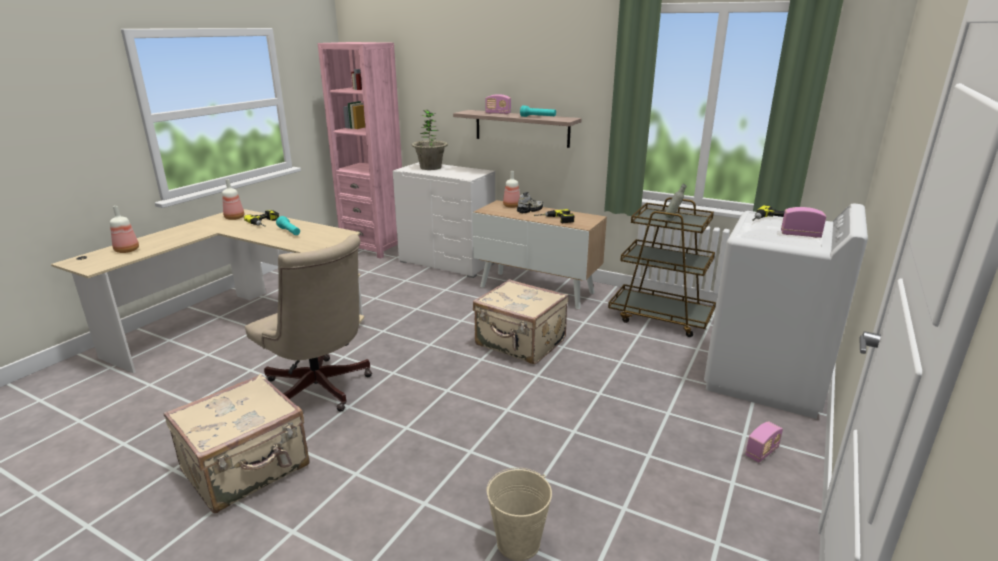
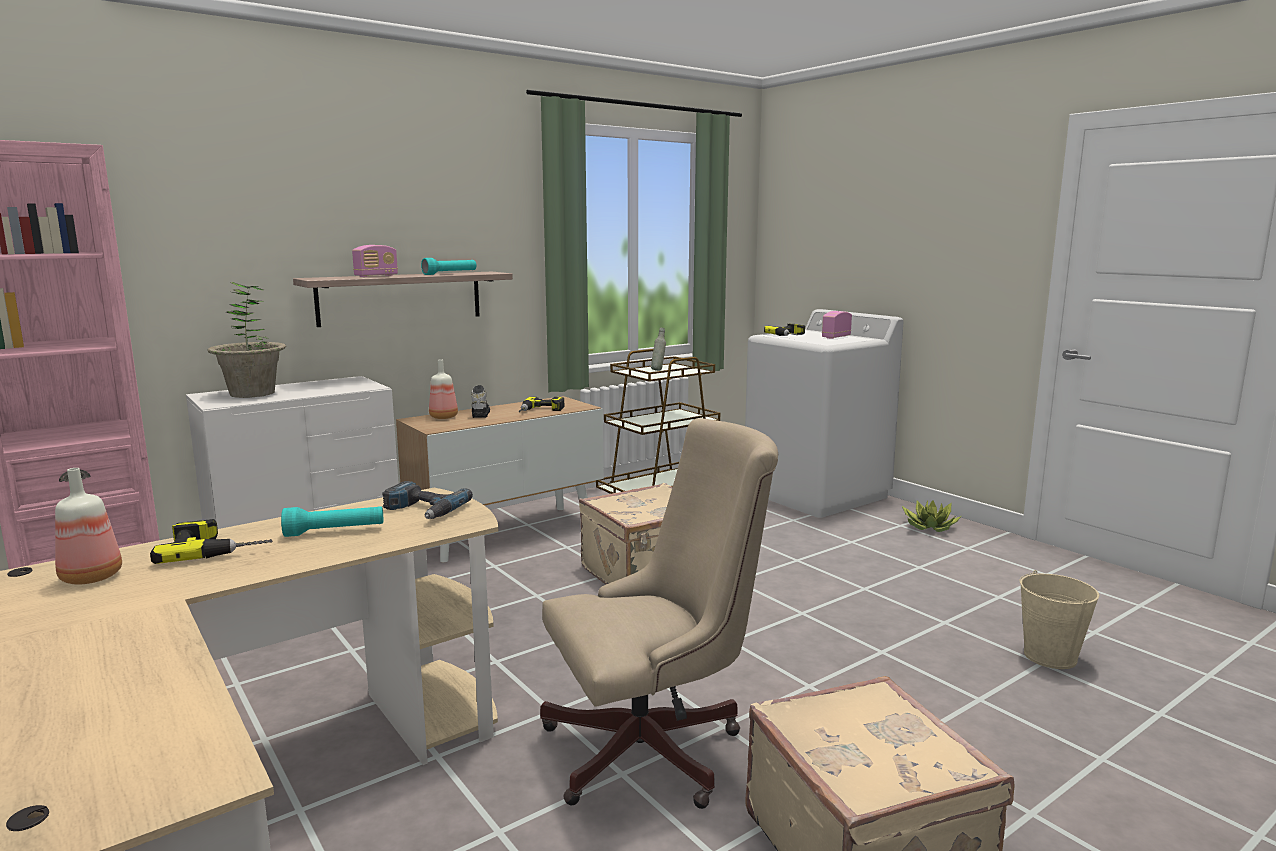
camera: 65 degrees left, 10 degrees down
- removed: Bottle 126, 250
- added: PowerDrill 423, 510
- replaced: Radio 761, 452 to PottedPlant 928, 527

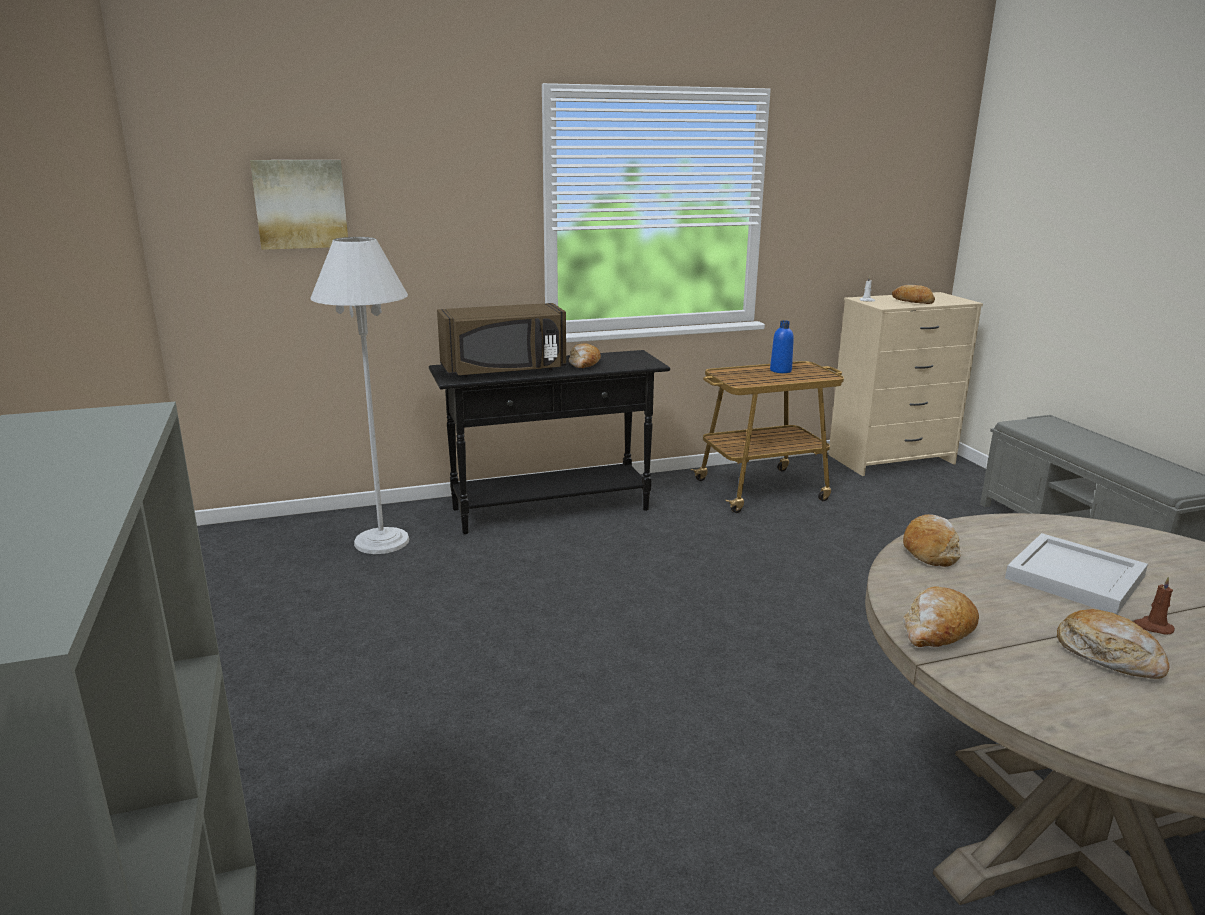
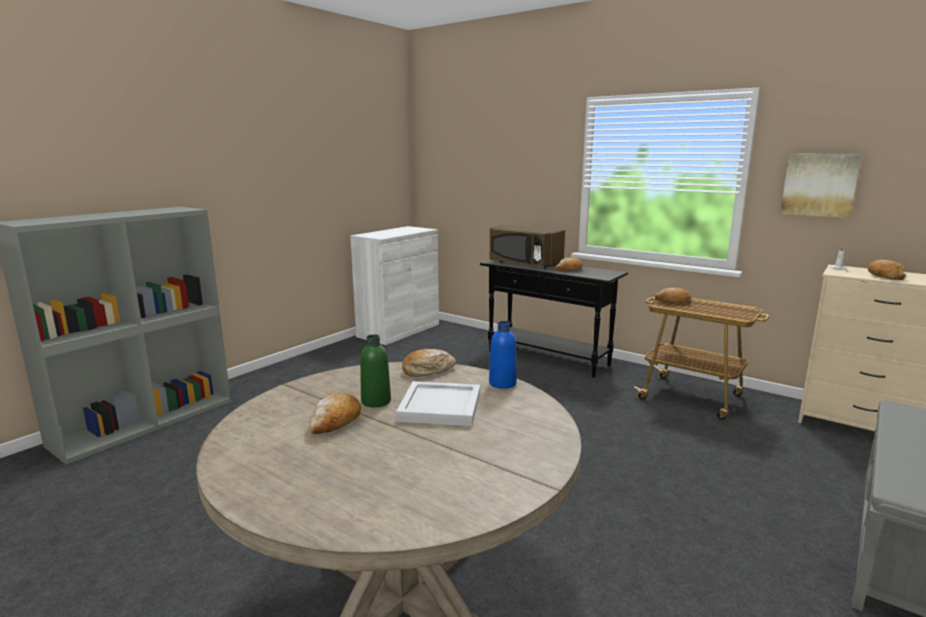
camera: 55 degrees right, 5 degrees down
- removed: WhiteFloorLamp 382, 541
- removed: BrownCandle 1152, 627
- added: WhiteCabinet 398, 330
- added: GreenBottle 376, 401
- moved: Picture 300, 204 to 819, 184
- moved: BlueBottle 780, 370 to 502, 383
- moved: Bread 937, 631 to 673, 301

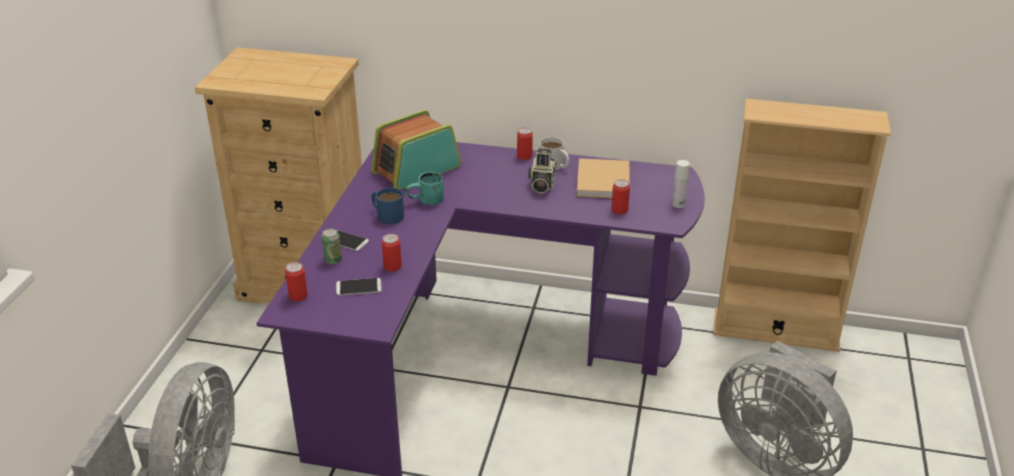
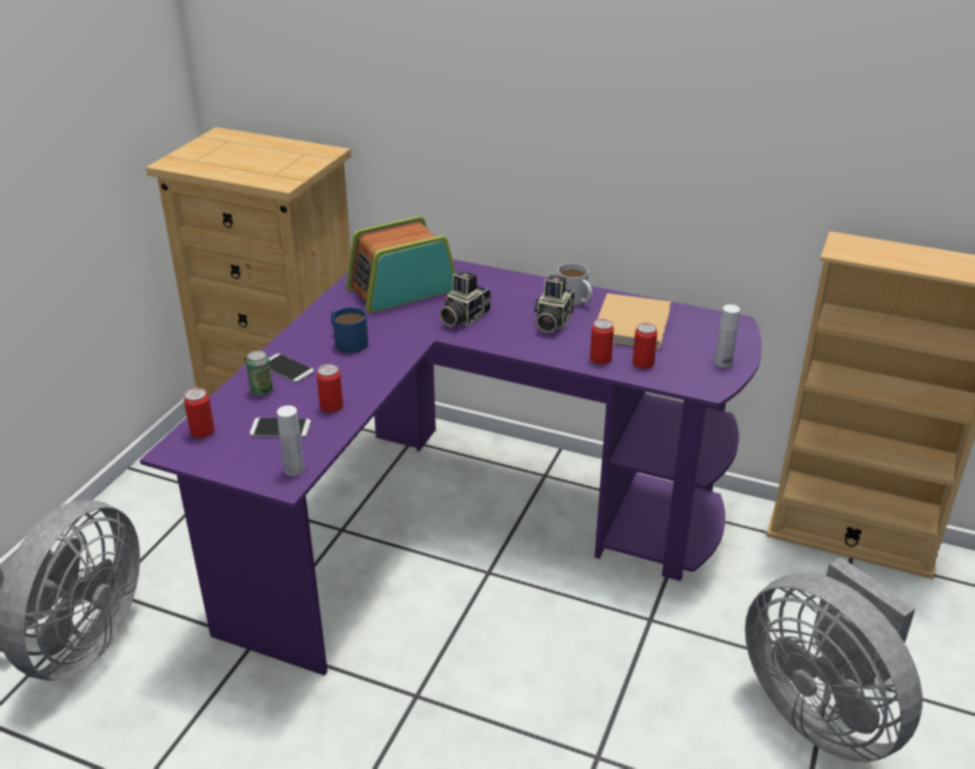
camera: 10 degrees right, 0 degrees up
- removed: TurquoiseMug 427, 202
- added: WhiteBottle 294, 469
- added: PhotoCamera 463, 317
- moved: Can 524, 156 to 600, 359

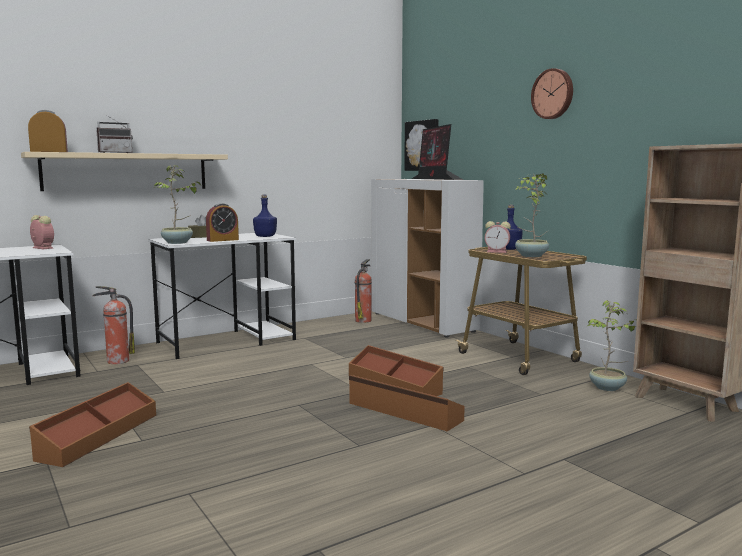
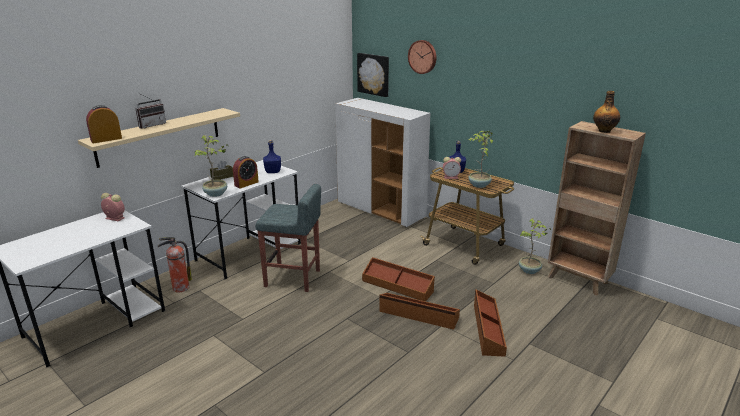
camera: 15 degrees left, 15 degrees up
- removed: FireExtinguisher 363, 320
- removed: Monitor 436, 179
- added: GreyStool 293, 278
- added: Bottle 604, 131
- moved: BrownStorageBox 98, 436 to 487, 329
- moved: WallClock 553, 94 to 423, 56

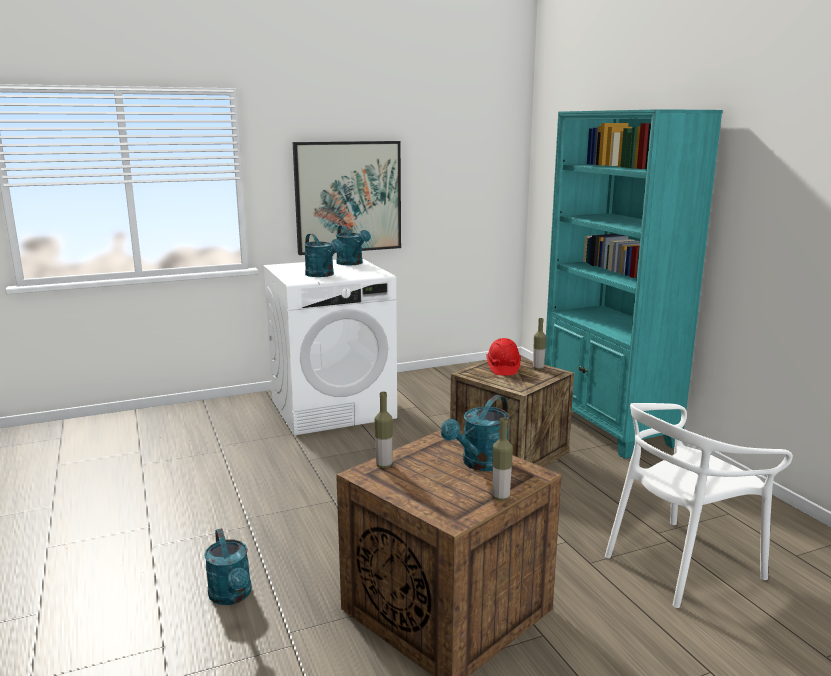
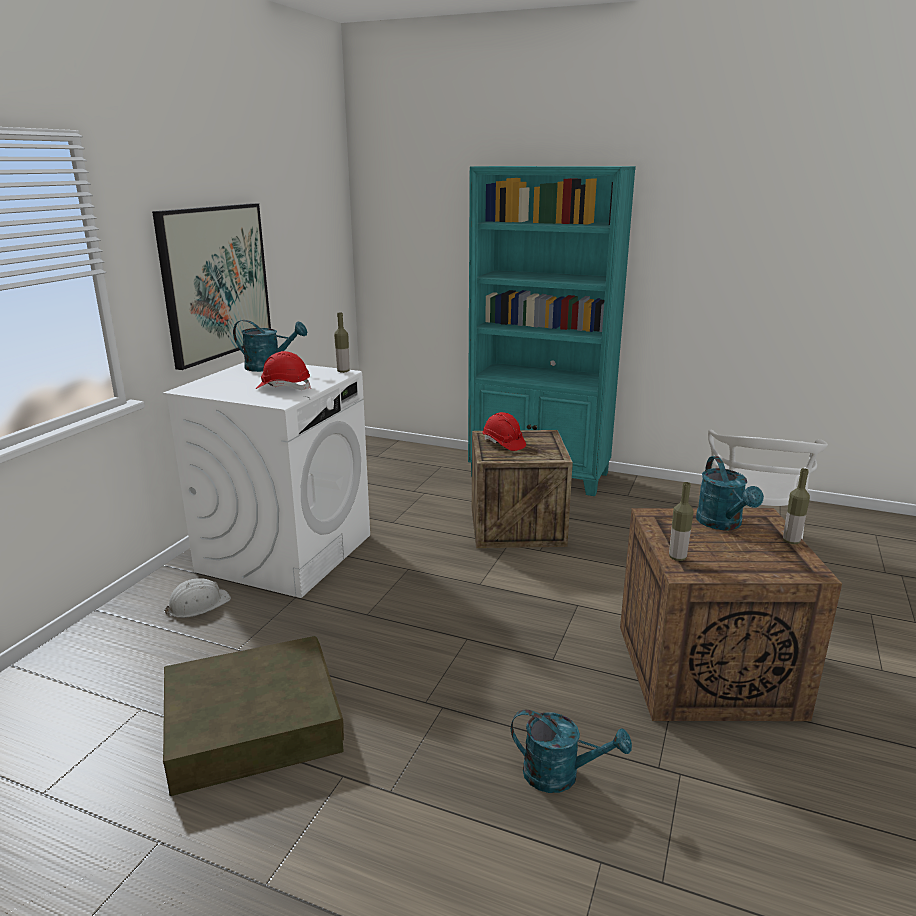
camera: 45 degrees left, 5 degrees up
- added: BrownStorageBox 252, 723
- added: WhiteHardHat 198, 604
- moved: Bottle 538, 368 to 343, 371
- replaced: TurquoiseWateringCan 322, 275 to RedHardHat 284, 387

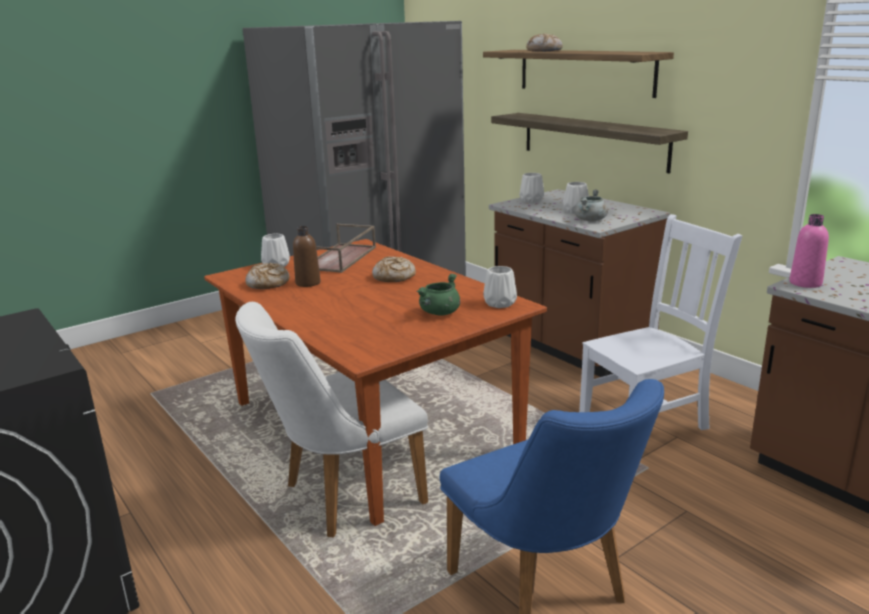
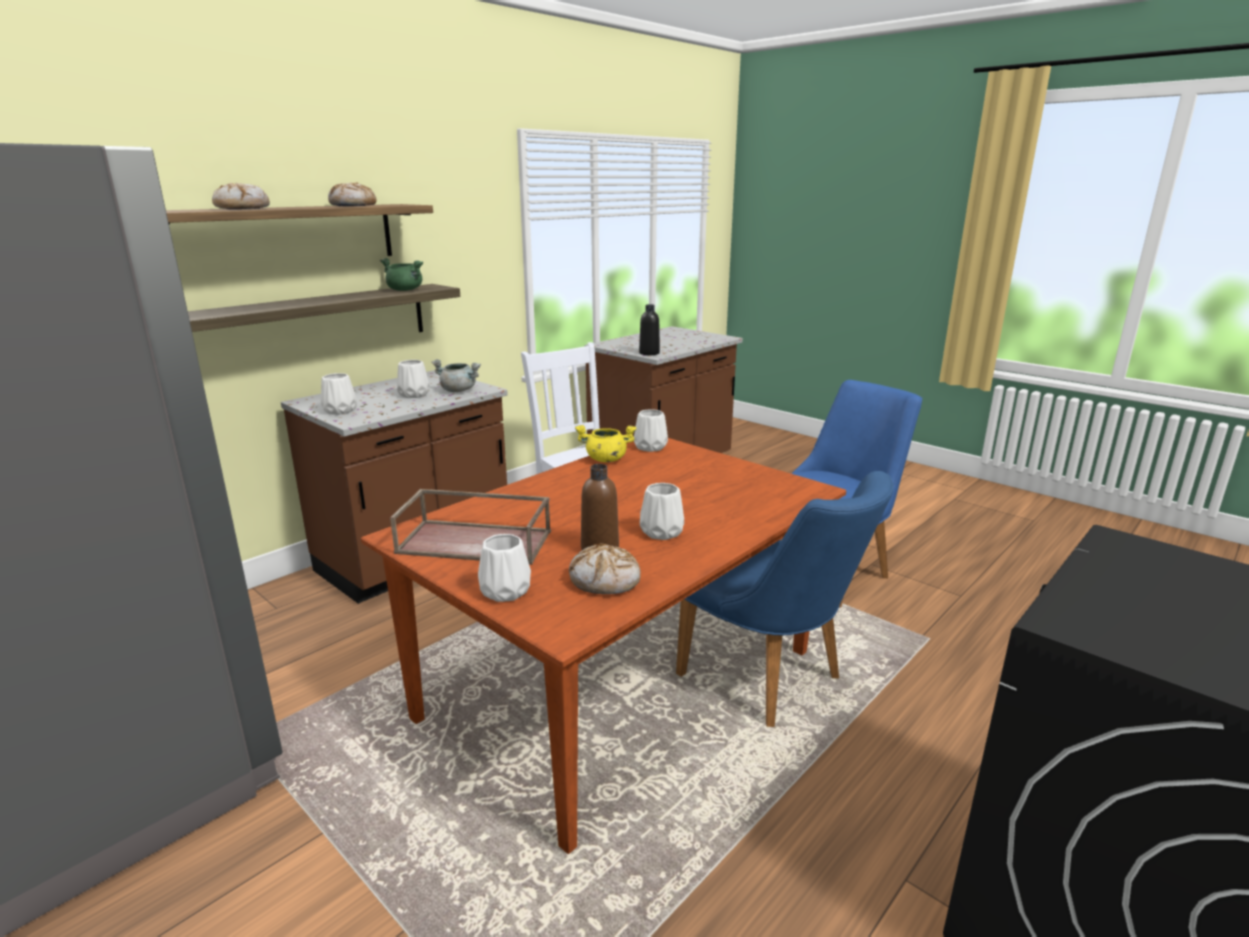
camera: 100 degrees left, 0 degrees up
- added: YellowCookingPot 605, 459
- added: WhiteVase 662, 532
- moved: Bread 394, 277 to 353, 205
- moved: GreenCookingPot 440, 313 to 405, 290
- recoloured: WhiteChair 341, 497 to BlueChair 772, 682
- recoloured: PinkBottle 805, 283 to BlackBottle 649, 353

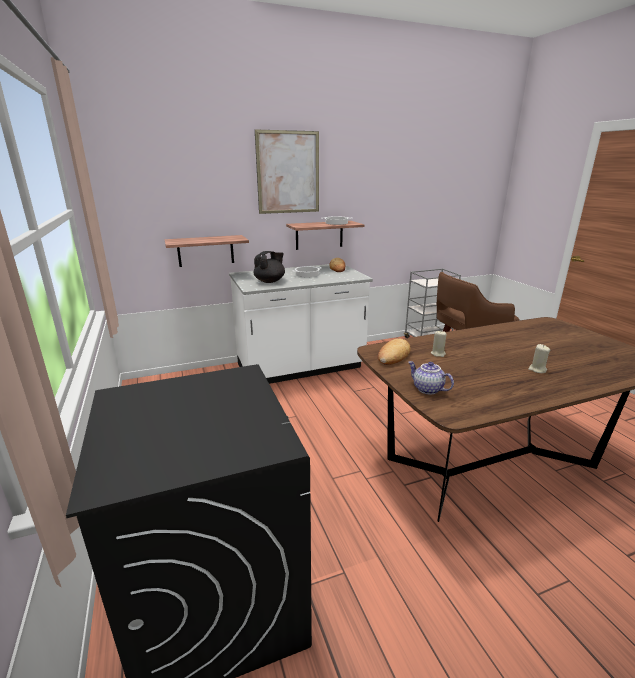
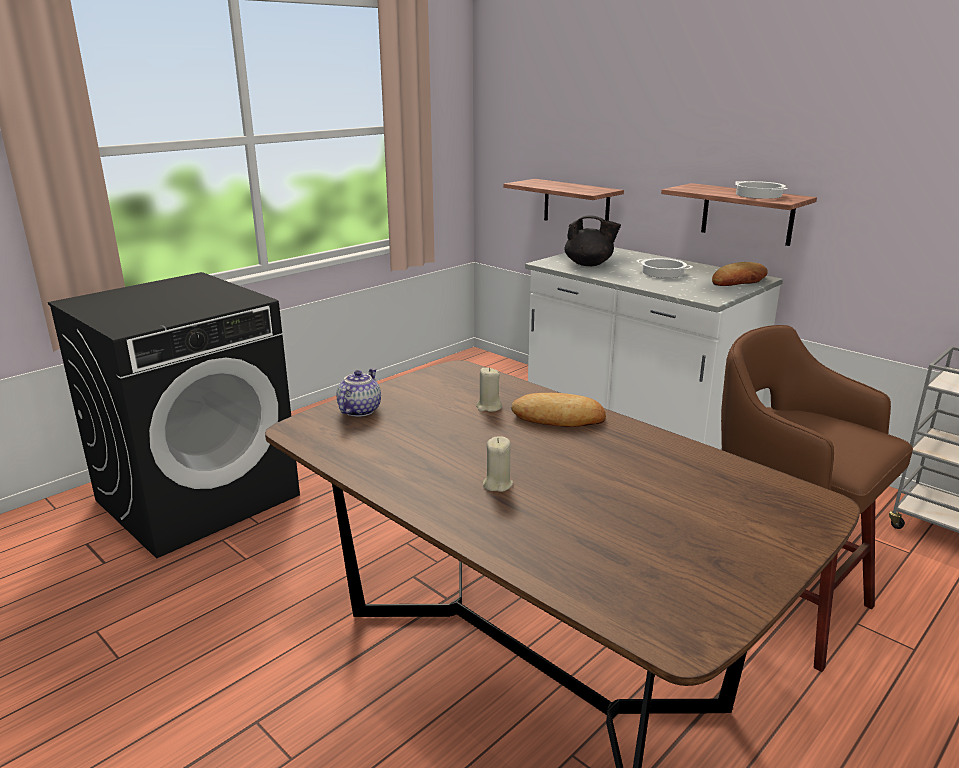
camera: 65 degrees right, 0 degrees up
- removed: Picture 288, 172
- moved: Bread 393, 355 to 558, 418

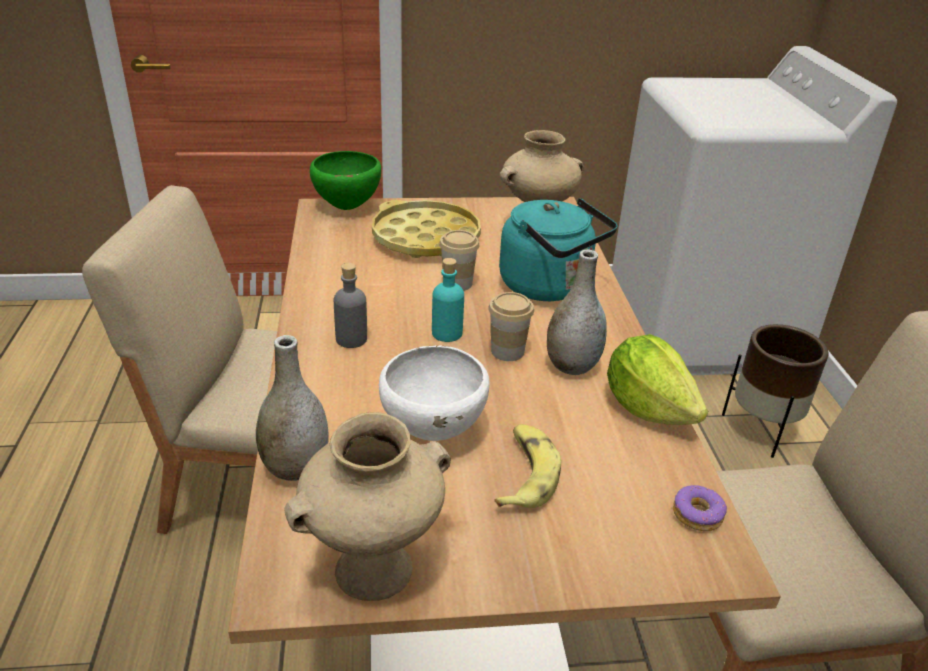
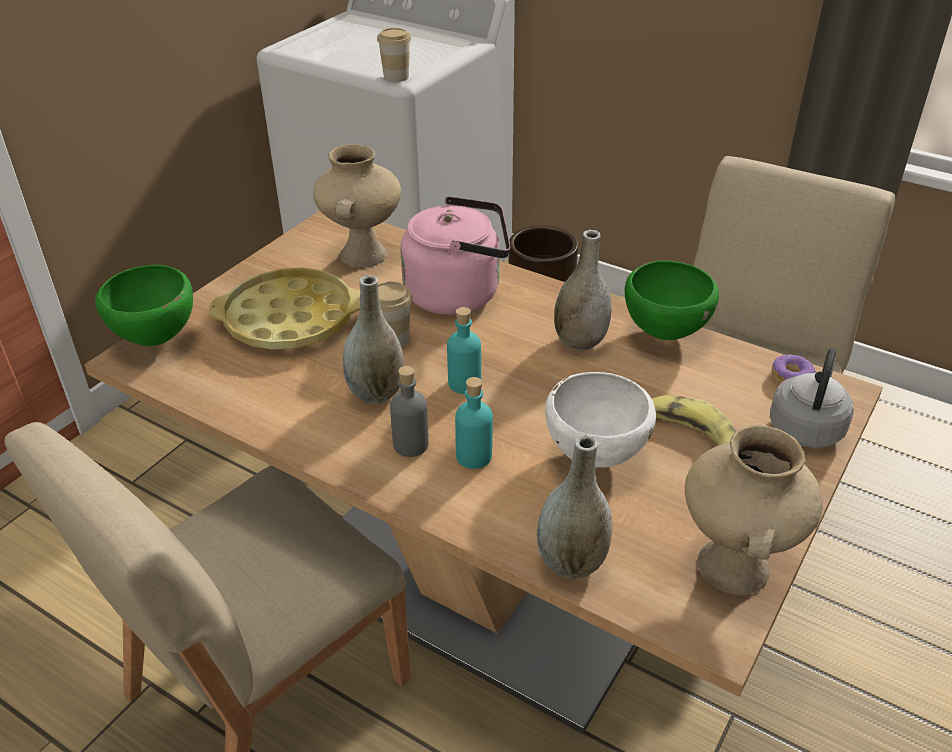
camera: 50 degrees left, 5 degrees up
- added: GreyVase 376, 393
- added: TurquoiseBottle 474, 456
- added: GreyKettle 806, 427
- moved: Cup 507, 351 to 396, 77
- replaced: Lettuce 648, 407 to GreenBowl 664, 334
- recoloured: TurquoiseKettle 549, 287 to PinkKettle 458, 294

